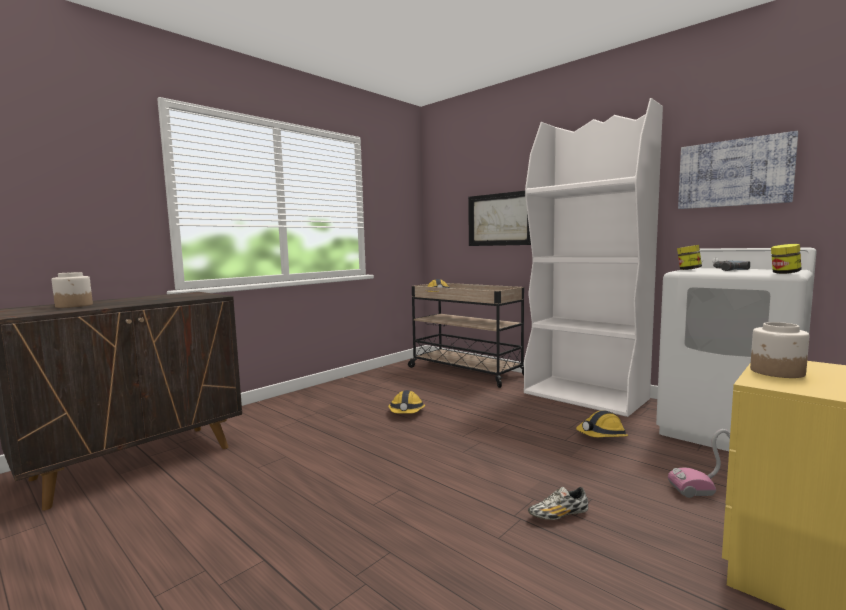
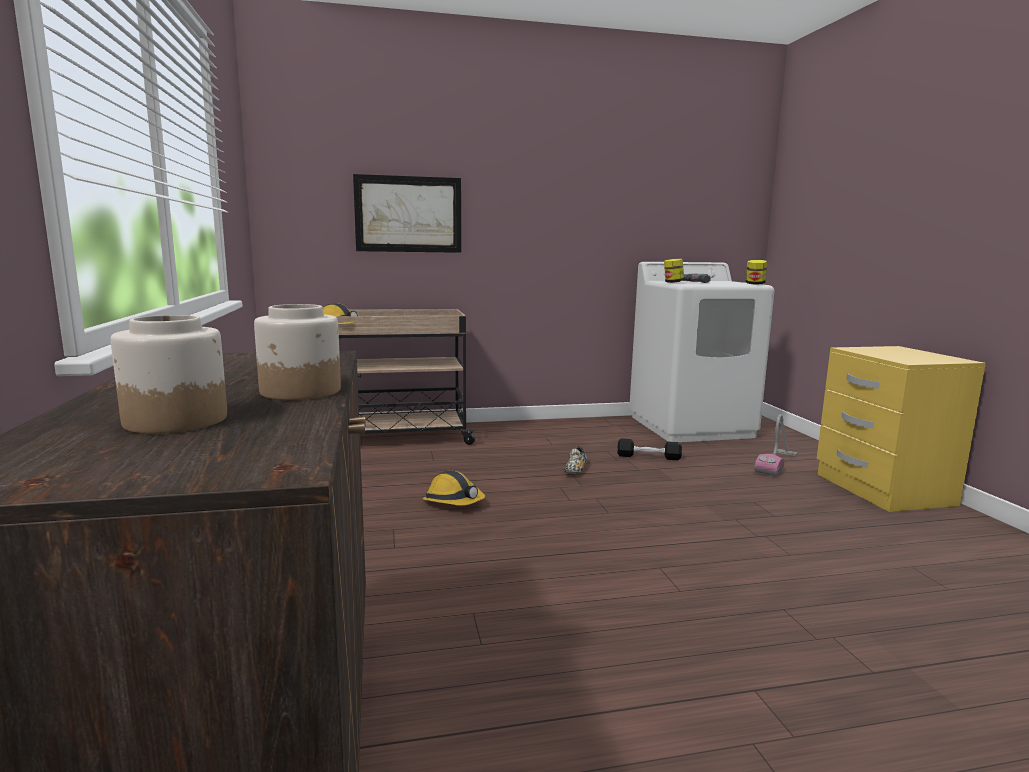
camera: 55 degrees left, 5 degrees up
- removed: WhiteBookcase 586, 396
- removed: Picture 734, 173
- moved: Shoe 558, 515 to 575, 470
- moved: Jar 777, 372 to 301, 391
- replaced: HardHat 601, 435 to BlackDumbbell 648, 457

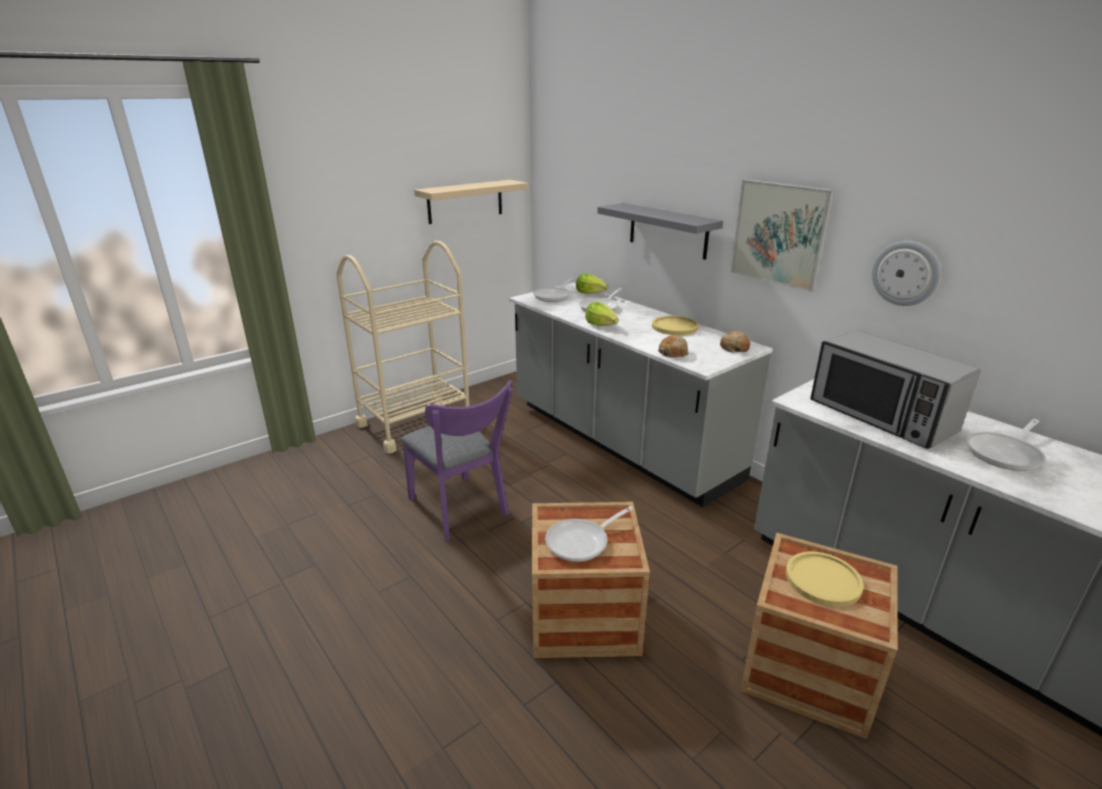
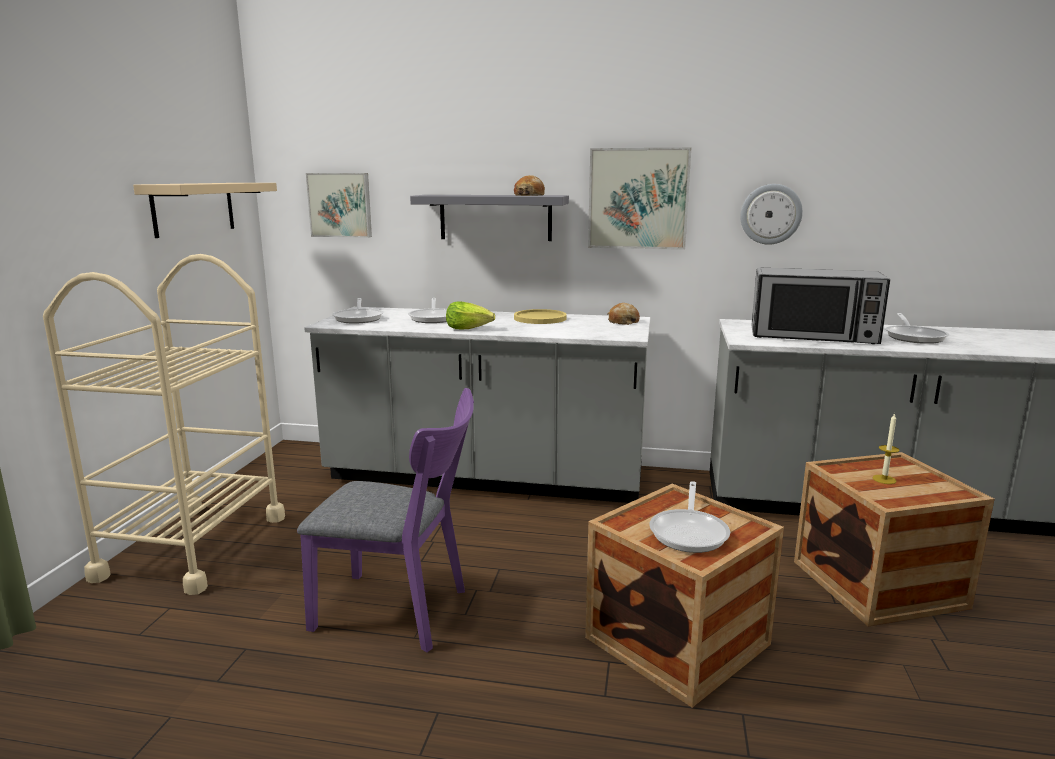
camera: 40 degrees left, 10 degrees down
- removed: Lettuce 591, 293
- added: Picture 340, 205
- moved: Bread 673, 353 to 529, 195
- replaced: YellowPlate 823, 580 to Candle 884, 479

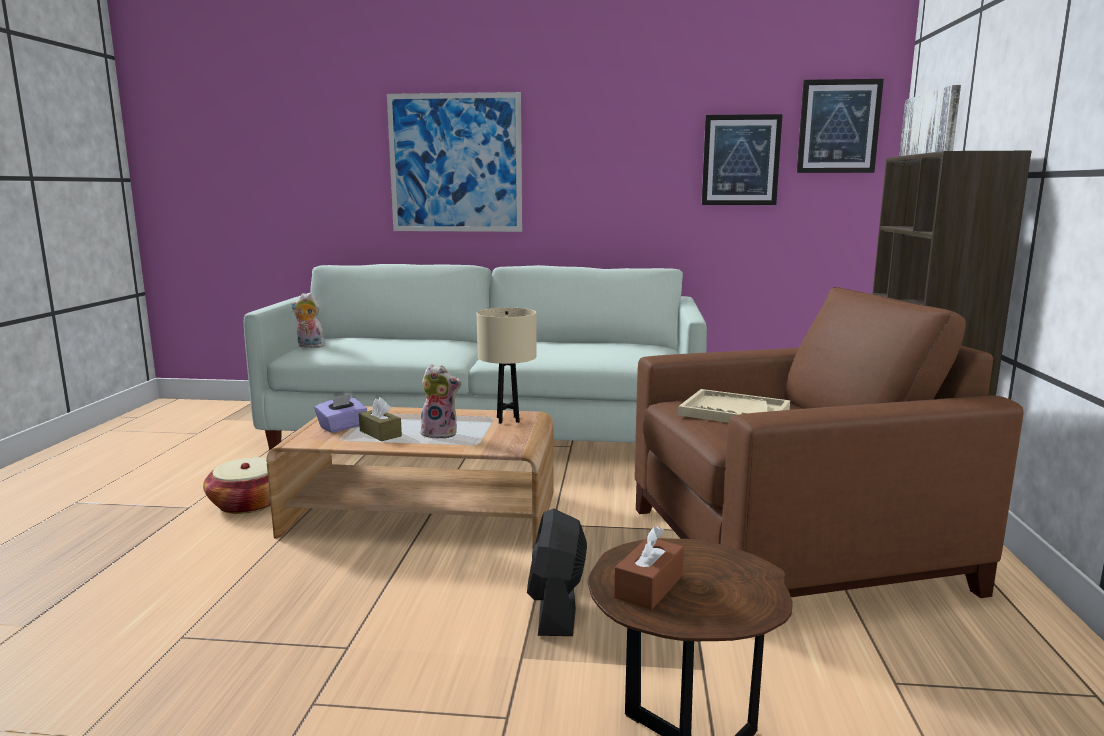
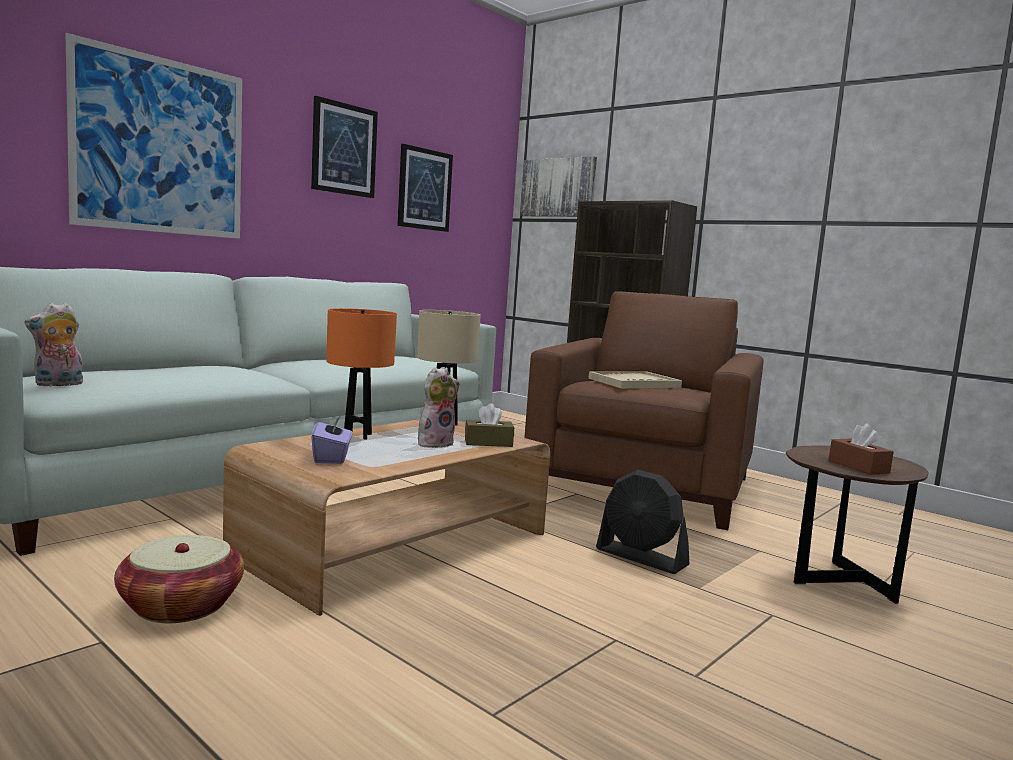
camera: 55 degrees left, 5 degrees down
- added: OrangeTableLamp 357, 436
- moved: BrownTissueBox 380, 433 to 488, 443
- moved: Picture 838, 126 to 344, 149

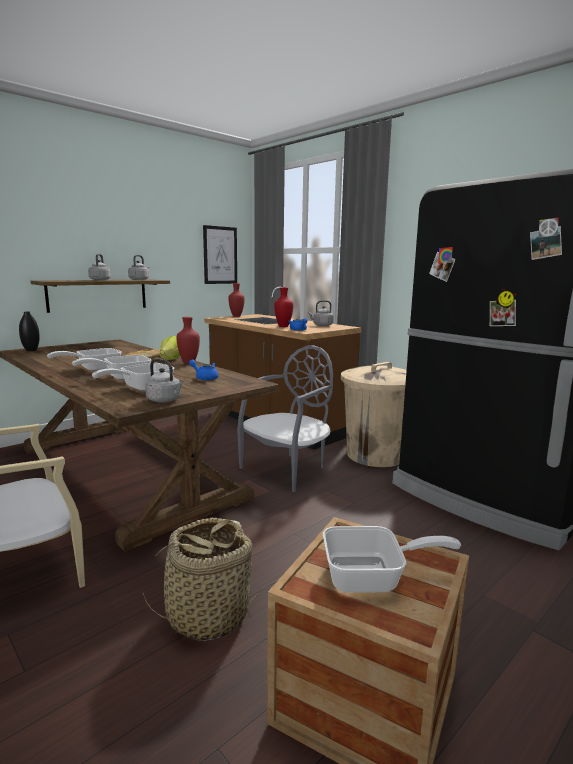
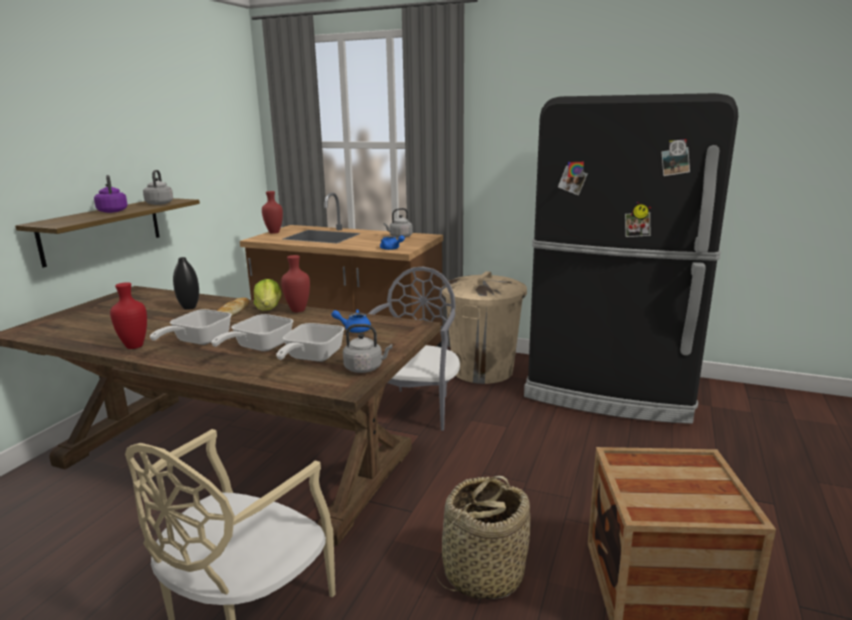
camera: 25 degrees left, 5 degrees up
- removed: Picture 220, 255
- removed: FryingPan 373, 578
- moved: BlackVase 31, 350 to 189, 307
- moved: RedVase 282, 326 to 133, 347
- recoloured: GreyKettle 100, 280 to PurpleKettle 112, 211

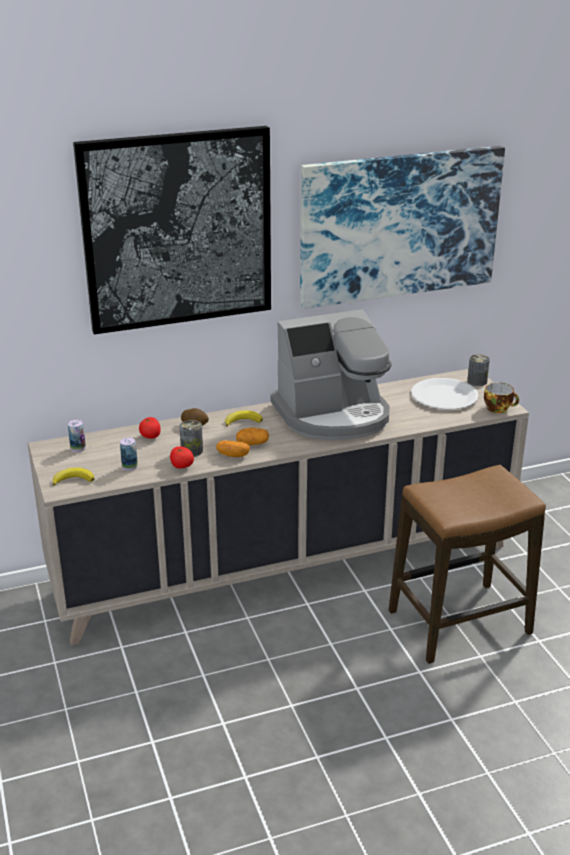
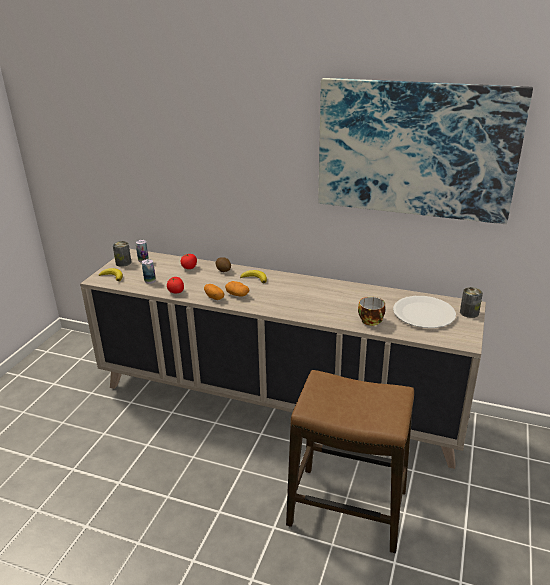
camera: 40 degrees right, 0 degrees up
- removed: Picture 177, 230
- removed: CoffeeMachine 333, 415
- moved: Can 192, 451 to 123, 263
- moved: Cup 499, 408 to 372, 321

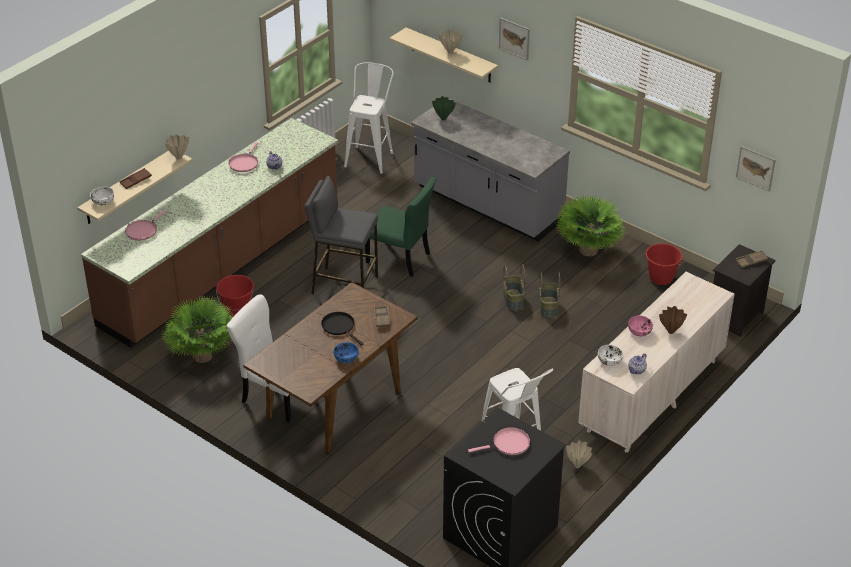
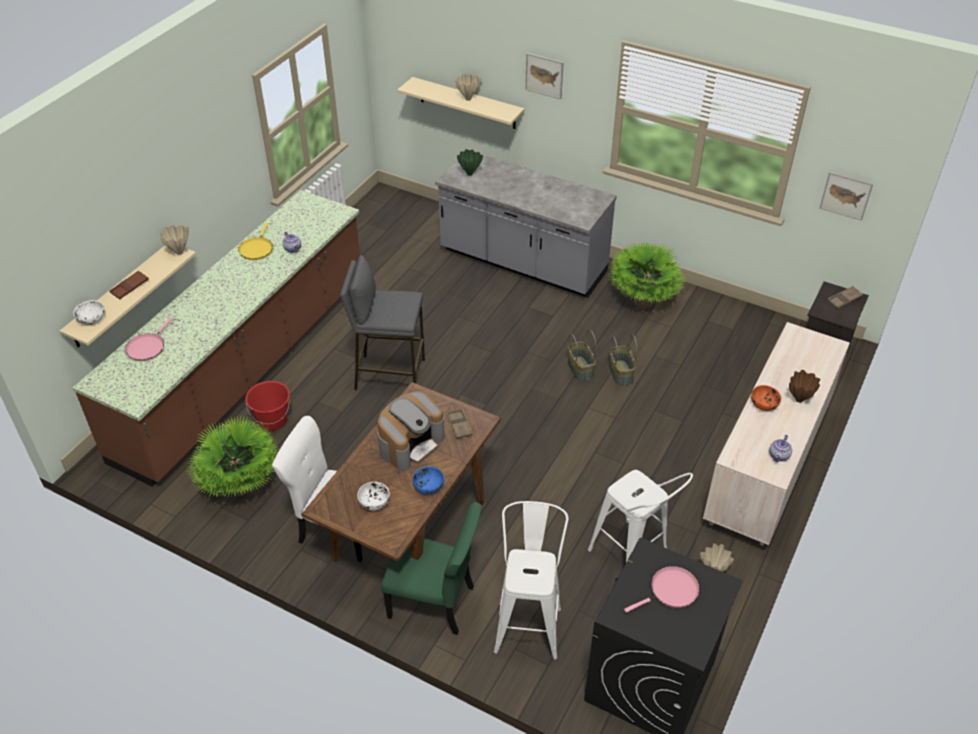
camera: 10 degrees left, 5 degrees up
- removed: RedBucket 661, 278
- moved: WhiteStool 370, 157 to 529, 622
- moved: GreenChair 400, 259 to 435, 603
- moved: WhiteBowl 610, 361 to 374, 502
- replaced: BlackFryingPan 339, 327 to CoffeeMachine 411, 443
- recoloured: PinkFryingPan 244, 163 to YellowFryingPan 256, 249
- recoloured: PinkBowl 639, 332 to OrangeBowl 764, 404

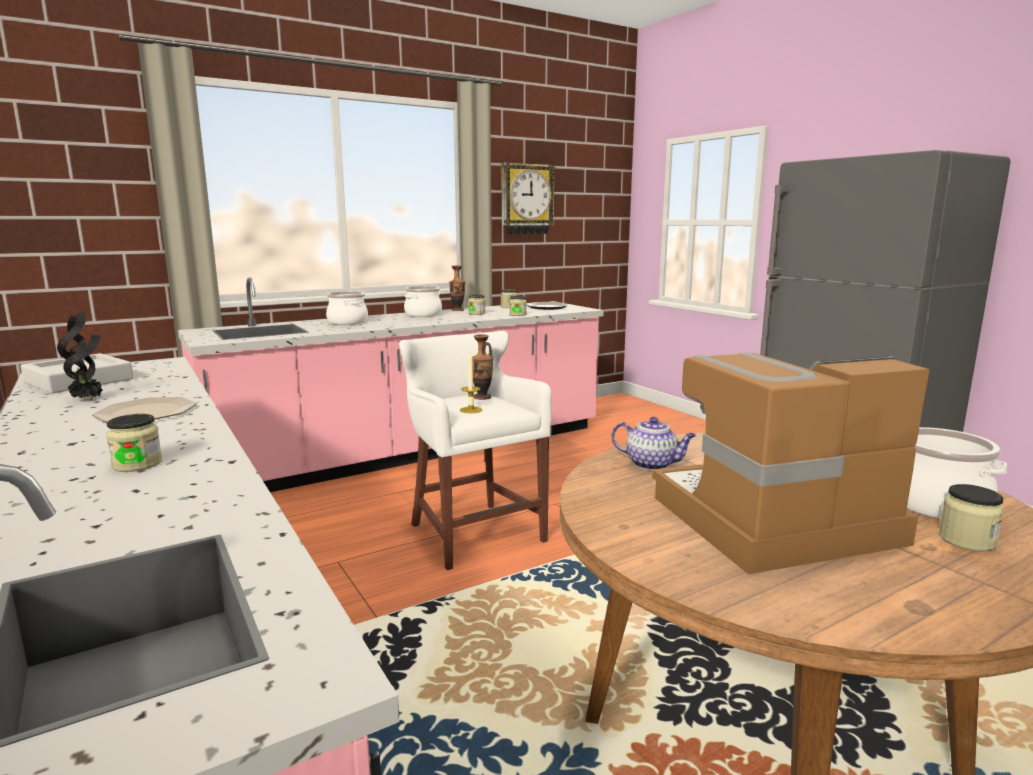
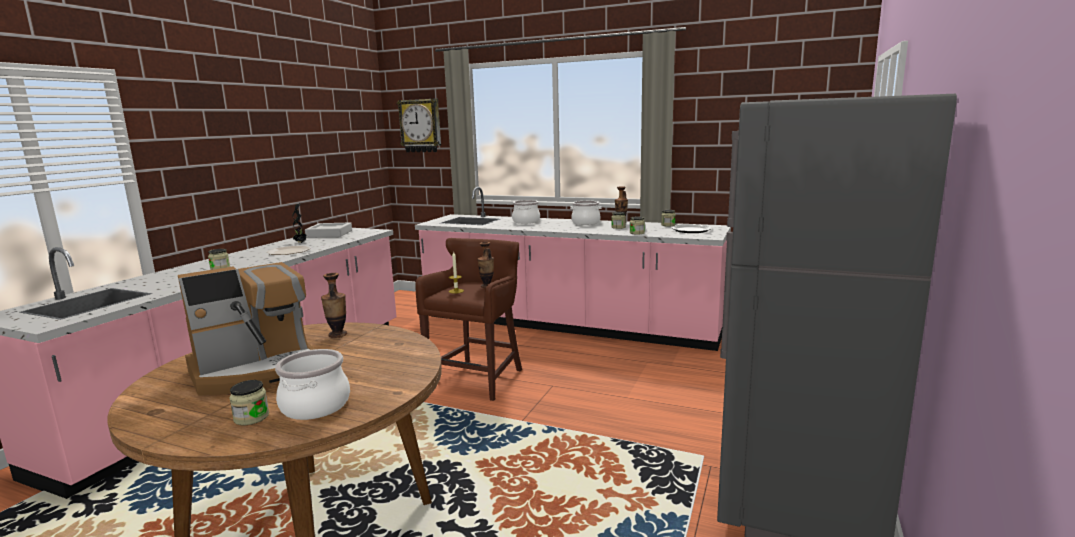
camera: 55 degrees right, 0 degrees up
- moved: WallClock 526, 199 to 420, 126
- replaced: Teapot 652, 464 to Vase 338, 335
- recoloured: WhiteStool 473, 532 to BrownStool 478, 378
- turned: CoffeeMachine 772, 521 = 258, 371 105 degrees clockwise

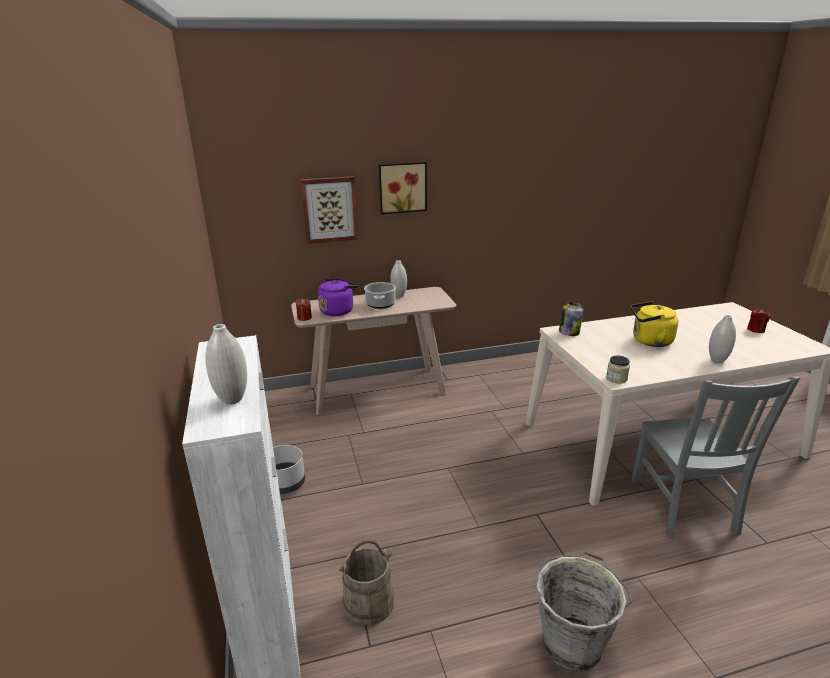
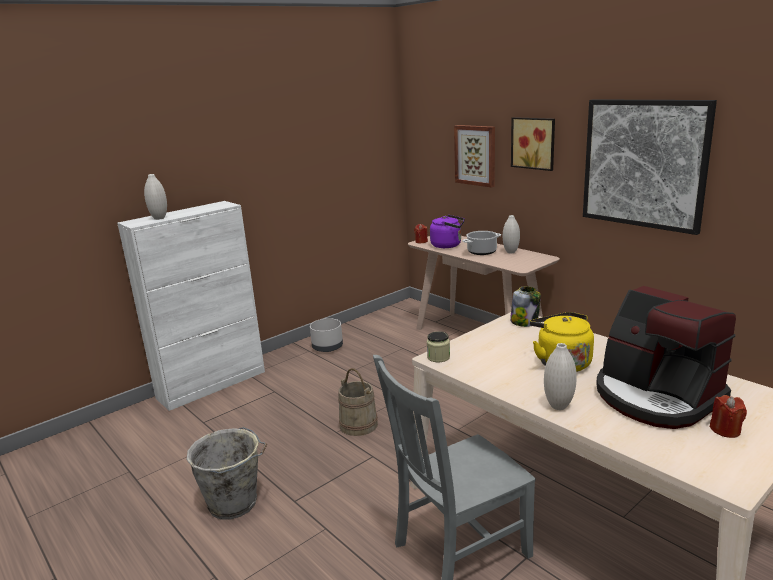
camera: 65 degrees right, 5 degrees down
- added: Picture 644, 164
- added: CoffeeMachine 656, 397
- moved: BeigeBucket 368, 602 to 359, 424

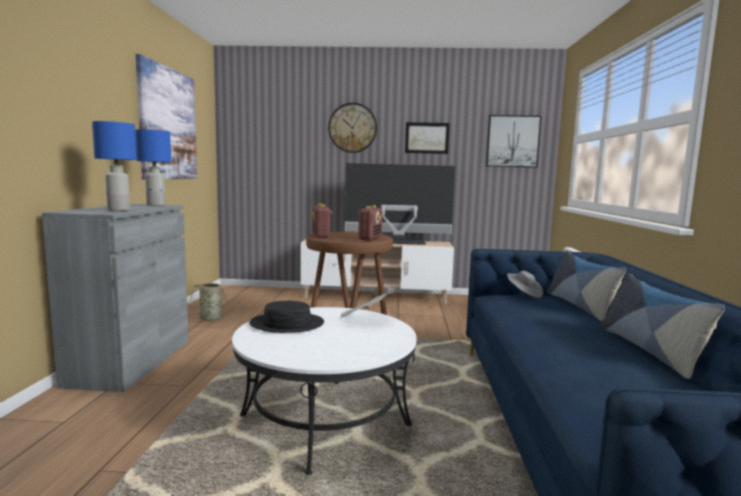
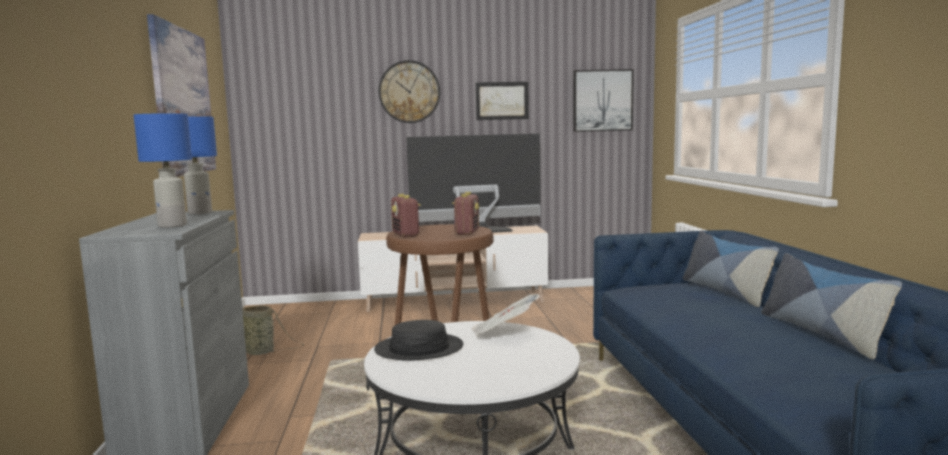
camera: 10 degrees left, 0 degrees up
- removed: GreyHat 524, 294

